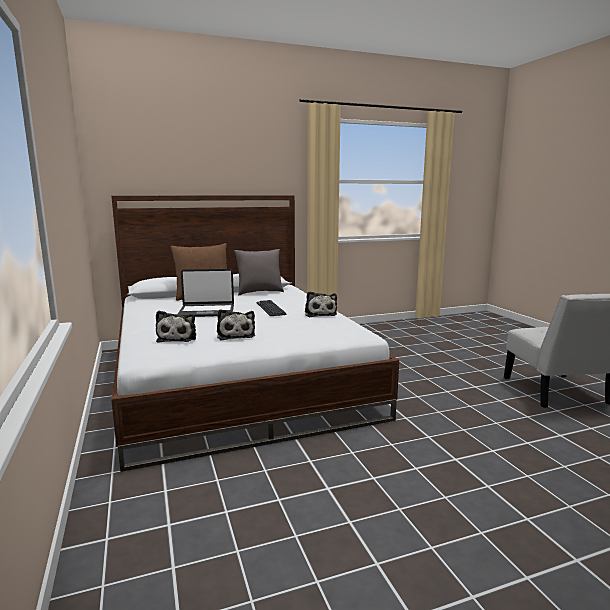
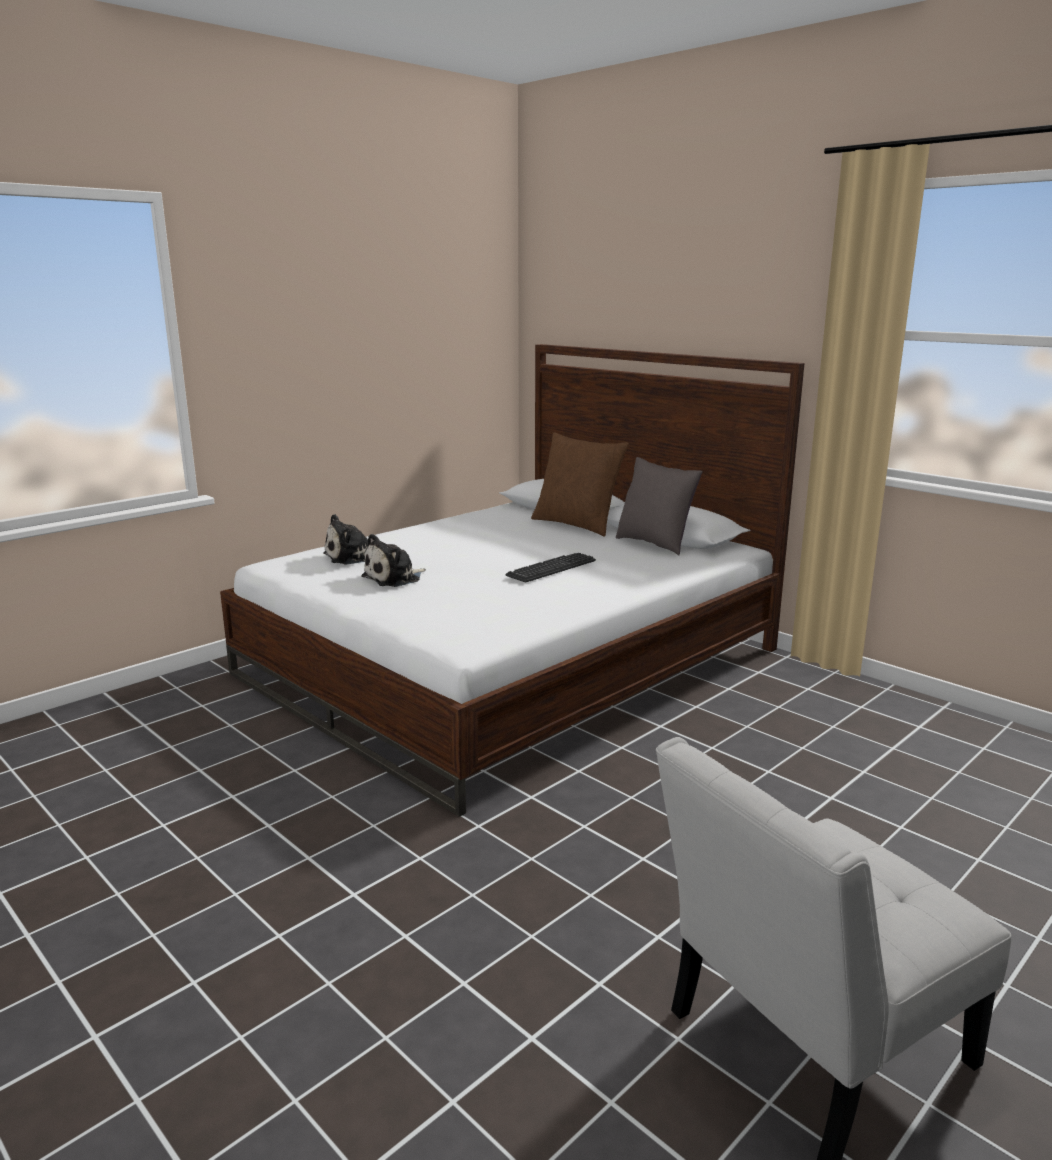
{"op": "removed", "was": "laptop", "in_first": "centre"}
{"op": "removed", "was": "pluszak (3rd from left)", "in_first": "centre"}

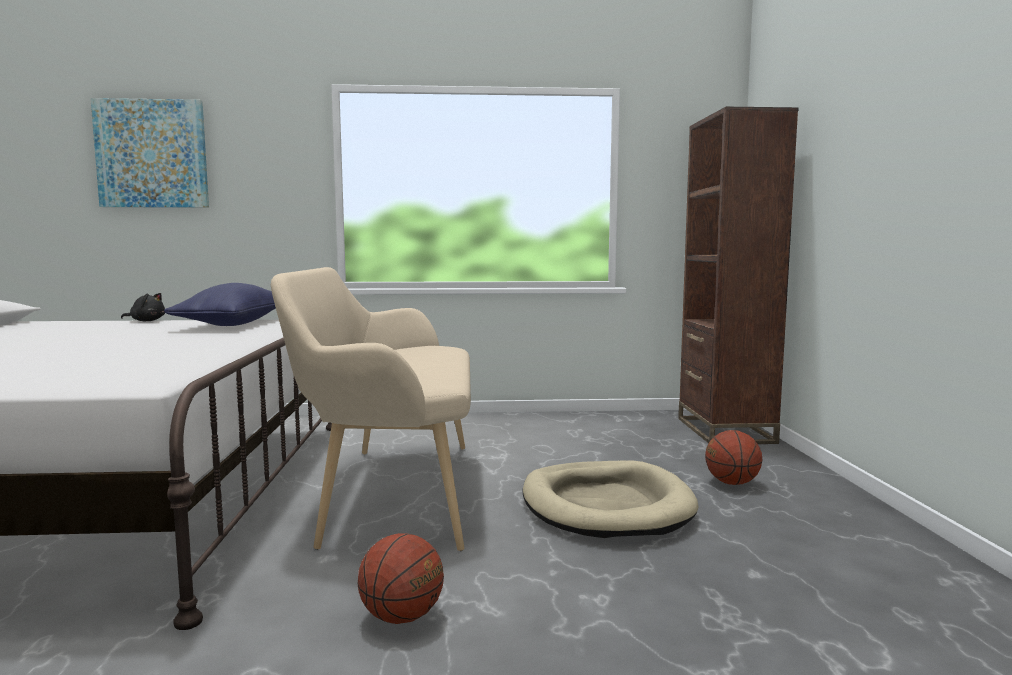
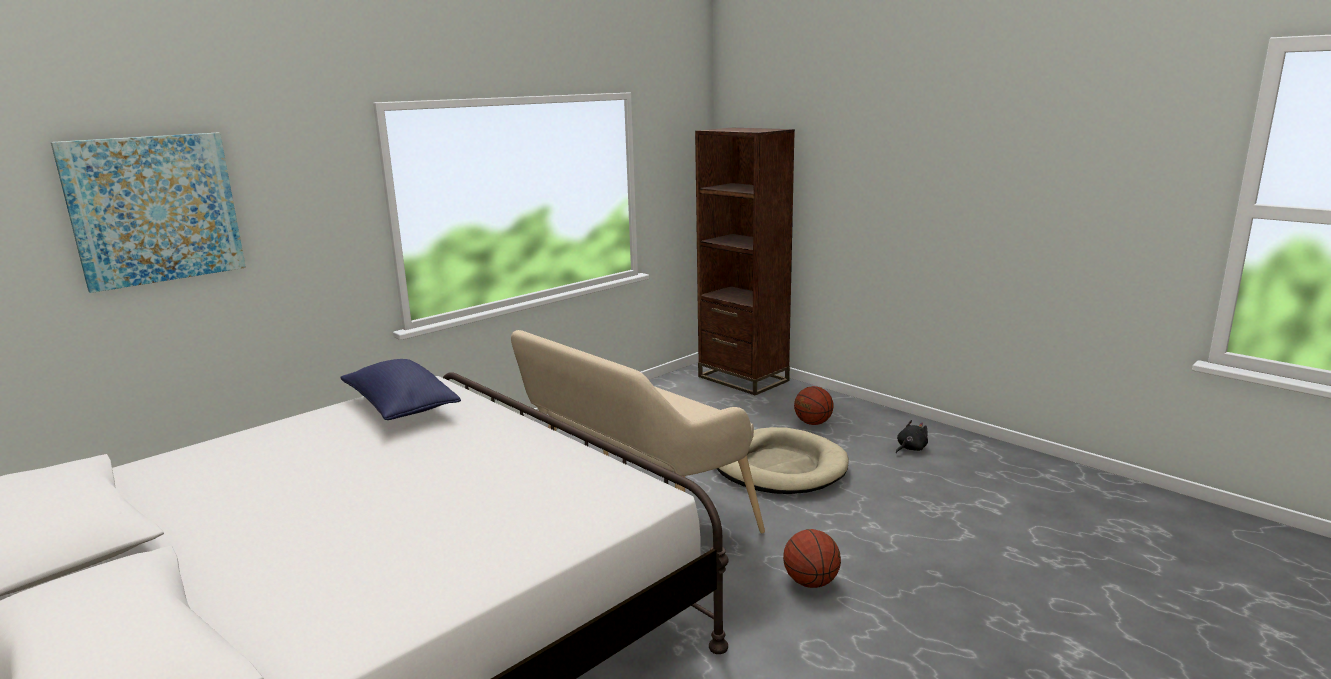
{"op": "moved", "was": "pluszak/czarny", "in_first": "middle left", "in_second": "middle right"}

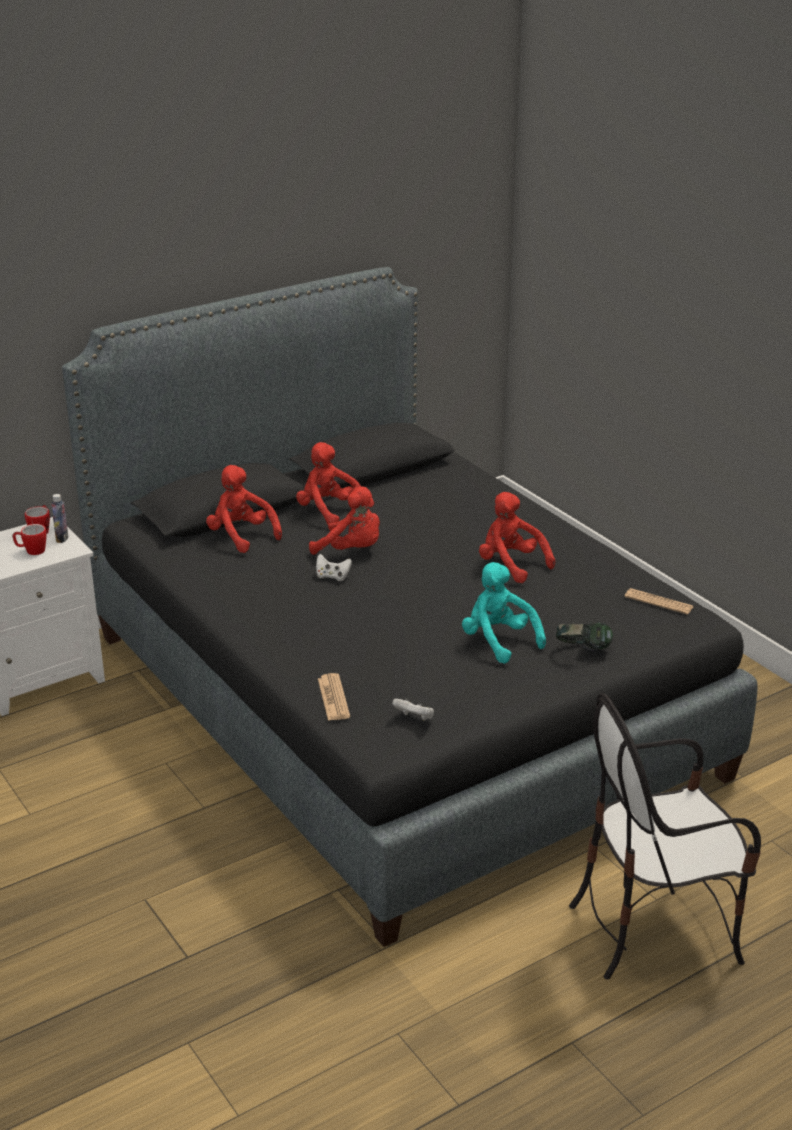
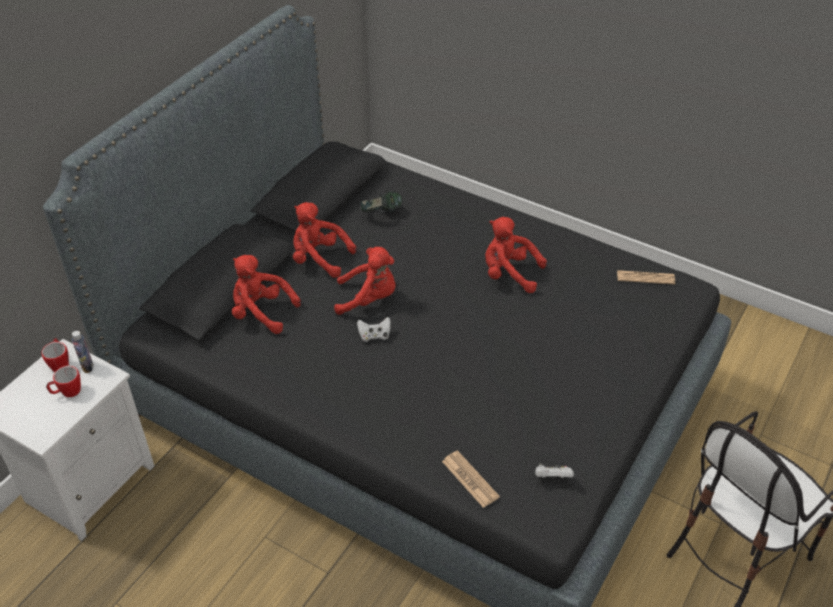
{"op": "removed", "was": "pluszak/turkusowy", "in_first": "centre"}
{"op": "moved", "was": "słuchawki", "in_first": "middle right", "in_second": "top centre"}

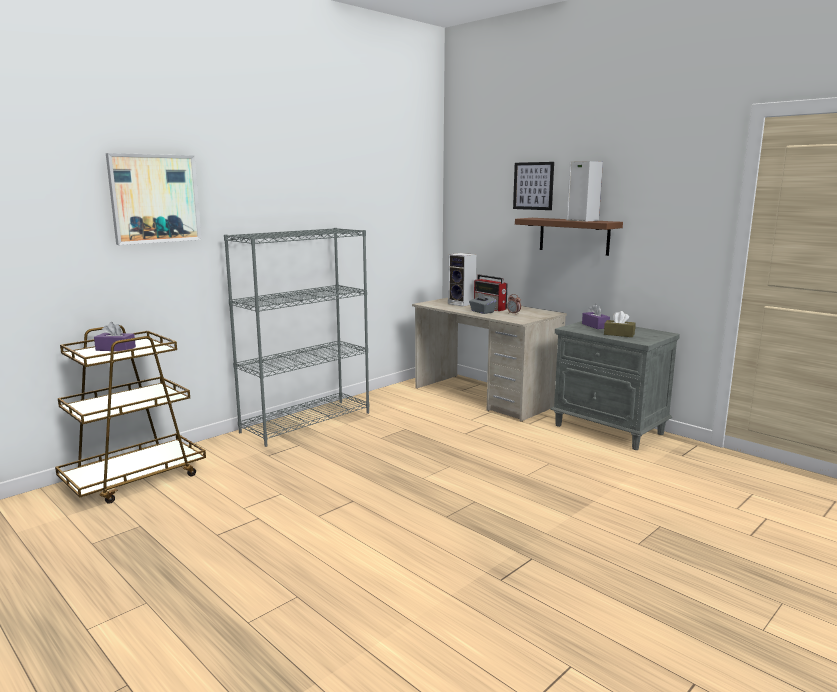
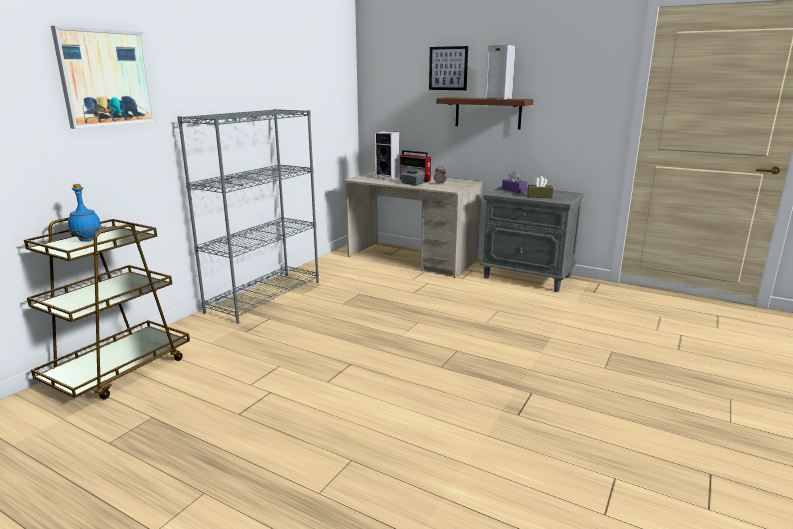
{"op": "replaced", "was": "pudełko chusteczek/fioletowy (1st from left)", "now": "butelka/niebieski", "in_first": "middle left", "in_second": "middle left"}

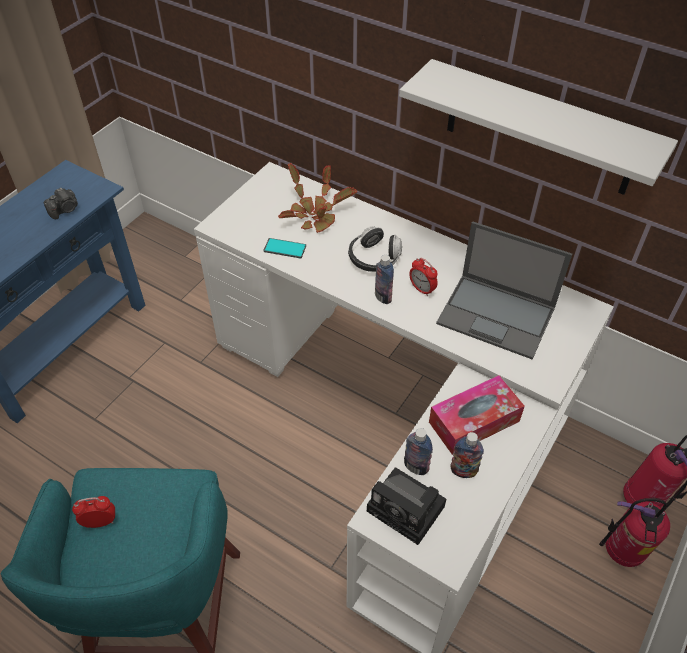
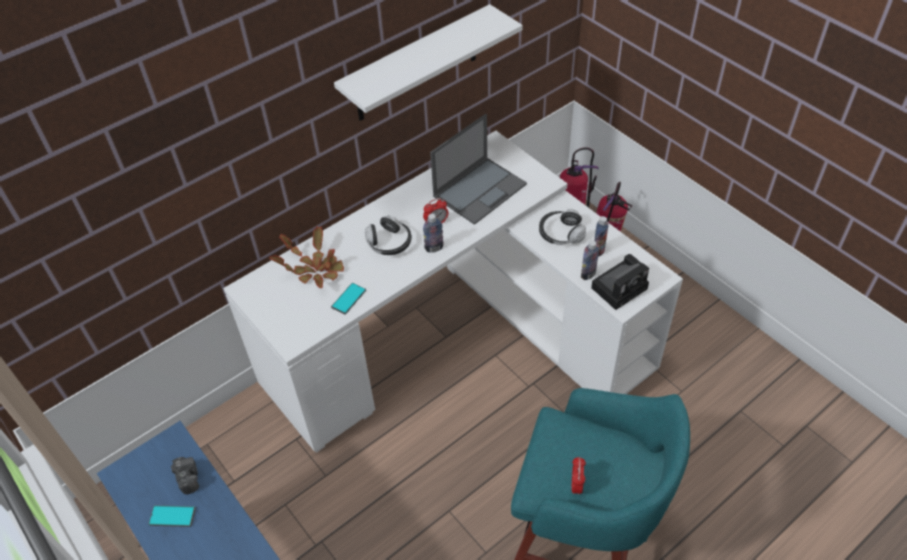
{"op": "replaced", "was": "pudełko chusteczek", "now": "słuchawki (2nd from left)", "in_first": "middle right", "in_second": "centre"}
{"op": "added", "now": "telefon (1st from left)", "in_second": "bottom left"}

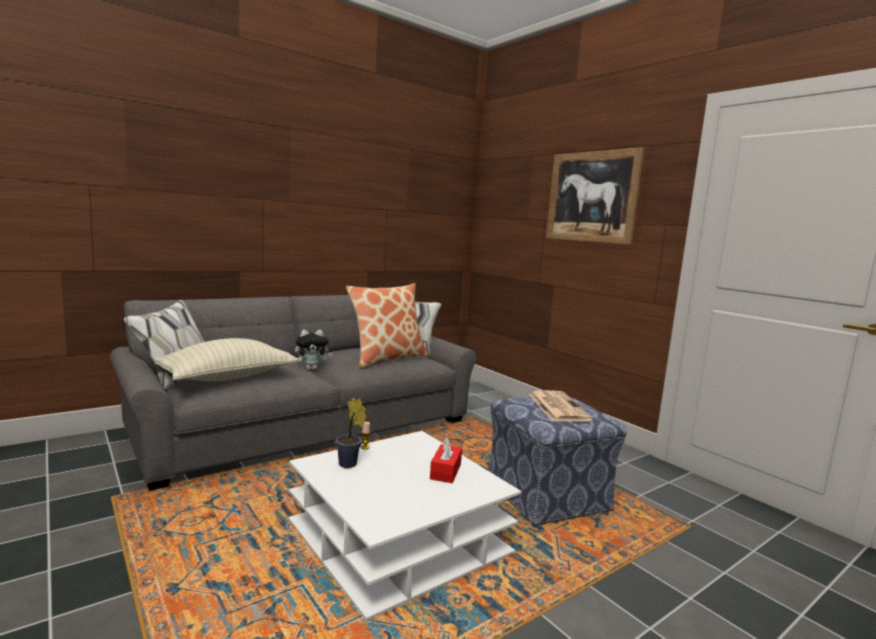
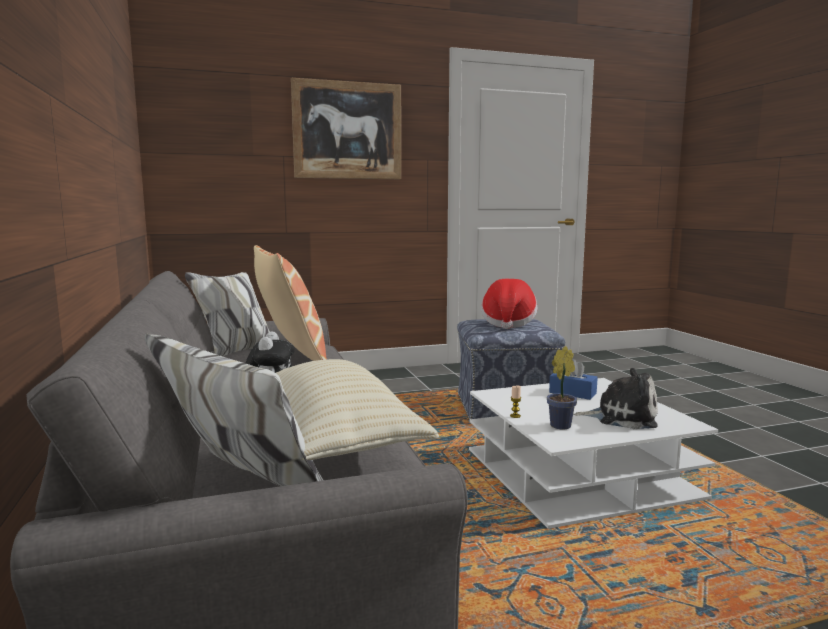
{"op": "recoloured", "was": "pudełko chusteczek/czerwony", "now": "pudełko chusteczek/niebieski", "in_first": "bottom centre", "in_second": "middle right"}
{"op": "replaced", "was": "gazeta", "now": "kapelusz", "in_first": "centre", "in_second": "centre"}
{"op": "added", "now": "pluszak (2nd from left)", "in_second": "middle right"}

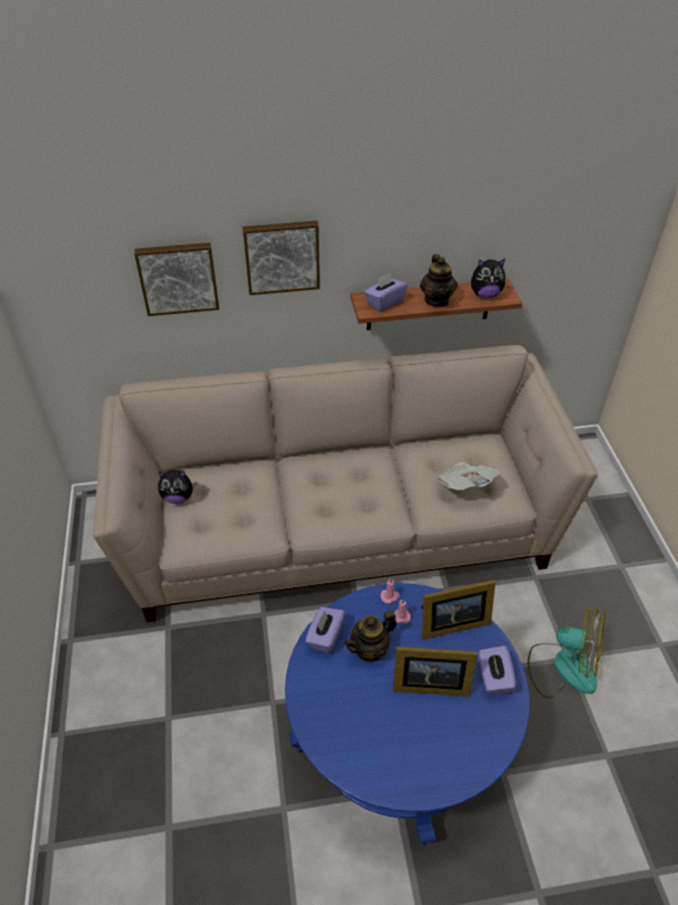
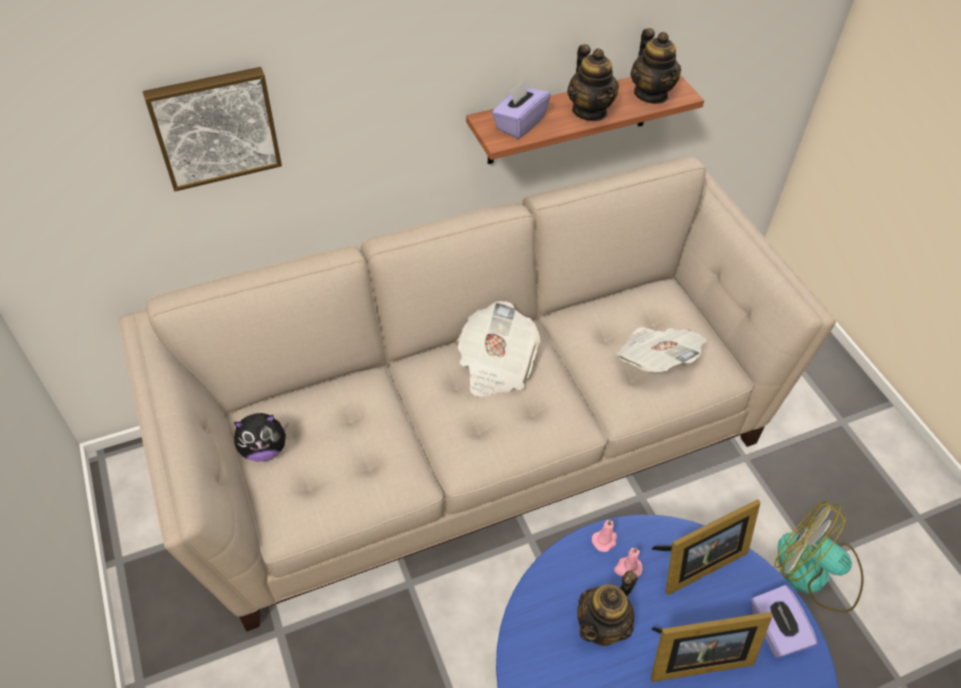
{"op": "removed", "was": "obraz (2nd from left)", "in_first": "top centre"}
{"op": "removed", "was": "pudełko chusteczek/fioletowy (1st from left)", "in_first": "bottom centre"}
{"op": "replaced", "was": "pluszak (2nd from left)", "now": "imbryk (3rd from left)", "in_first": "top right", "in_second": "top right"}
{"op": "turned", "was": "wentylator", "in_first": "bottom right", "in_second": "bottom right", "clockwise": -150}
{"op": "added", "now": "gazeta (1st from left)", "in_second": "centre"}

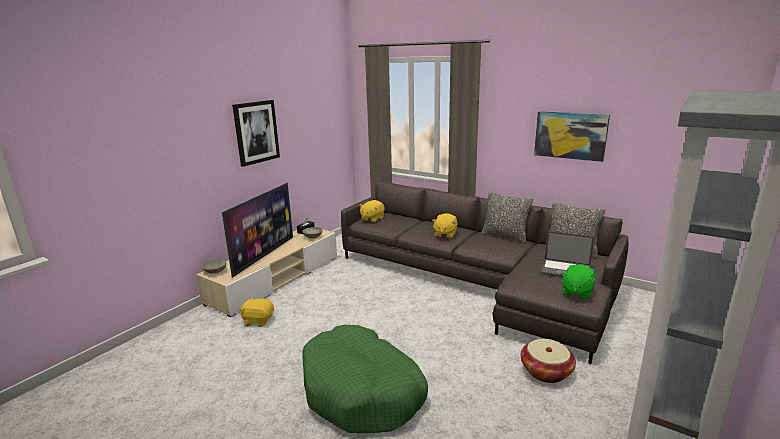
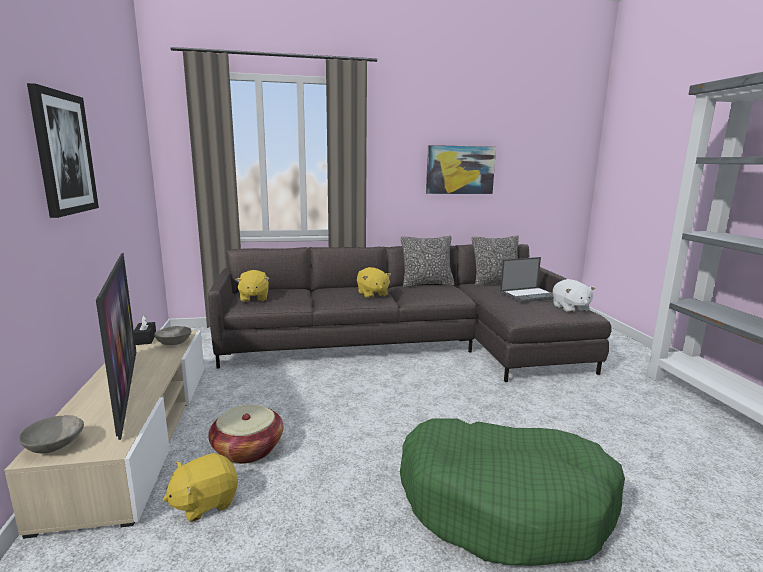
{"op": "moved", "was": "koszyk", "in_first": "bottom right", "in_second": "bottom left"}
{"op": "recoloured", "was": "pluszak/zielony", "now": "pluszak/biały", "in_first": "middle right", "in_second": "middle right"}

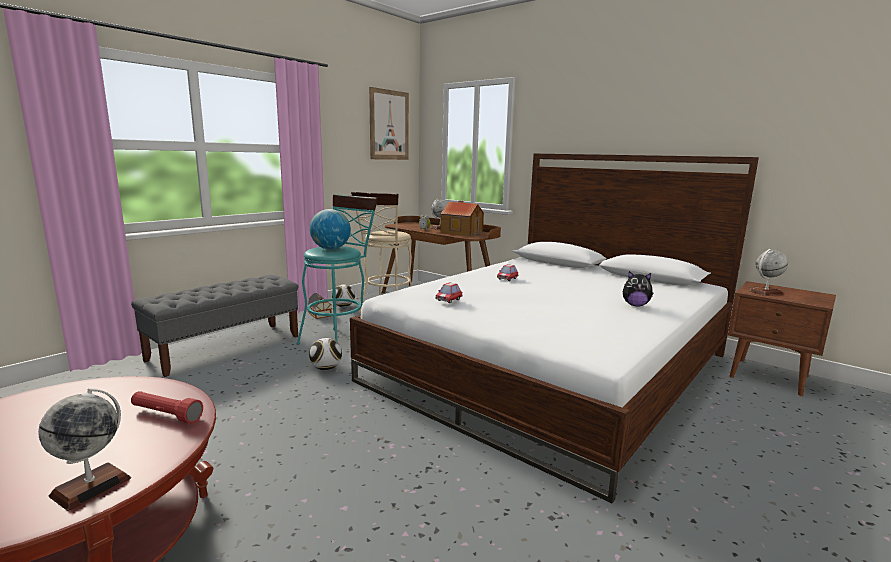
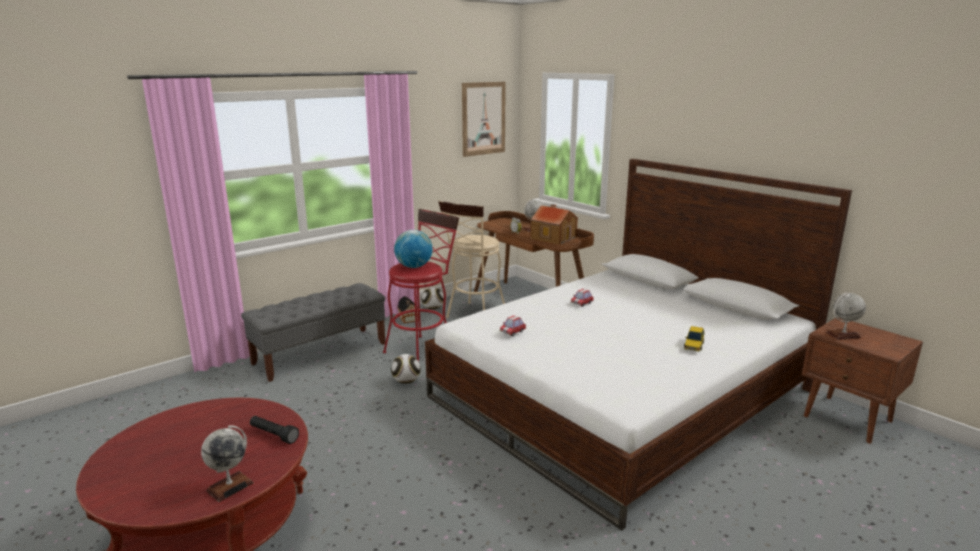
{"op": "recoloured", "was": "latarka/czerwony", "now": "latarka/czarny", "in_first": "bottom left", "in_second": "bottom left"}
{"op": "recoloured", "was": "stołek/turkusowy", "now": "stołek/czerwony", "in_first": "centre", "in_second": "centre"}
{"op": "replaced", "was": "pluszak", "now": "samochodzik (3rd from left)", "in_first": "middle right", "in_second": "middle right"}

